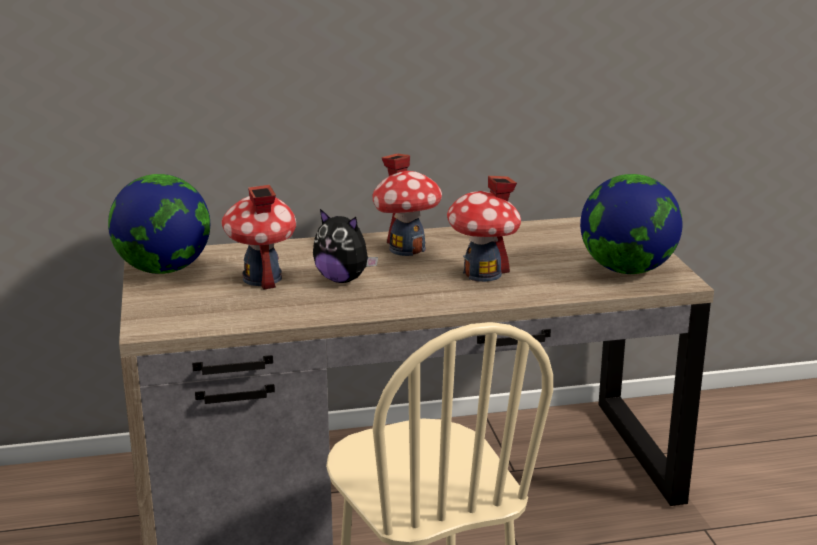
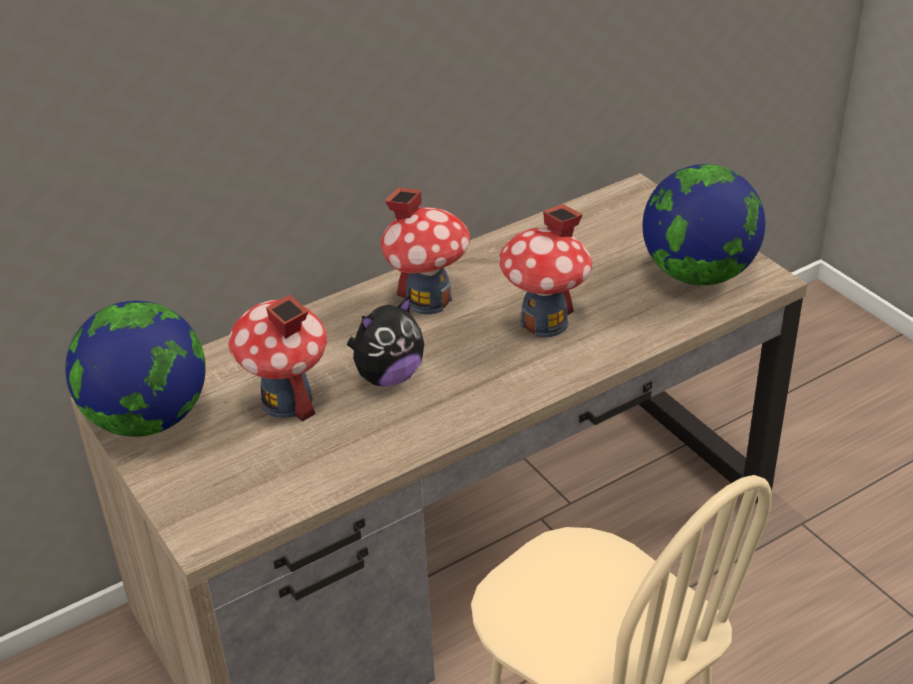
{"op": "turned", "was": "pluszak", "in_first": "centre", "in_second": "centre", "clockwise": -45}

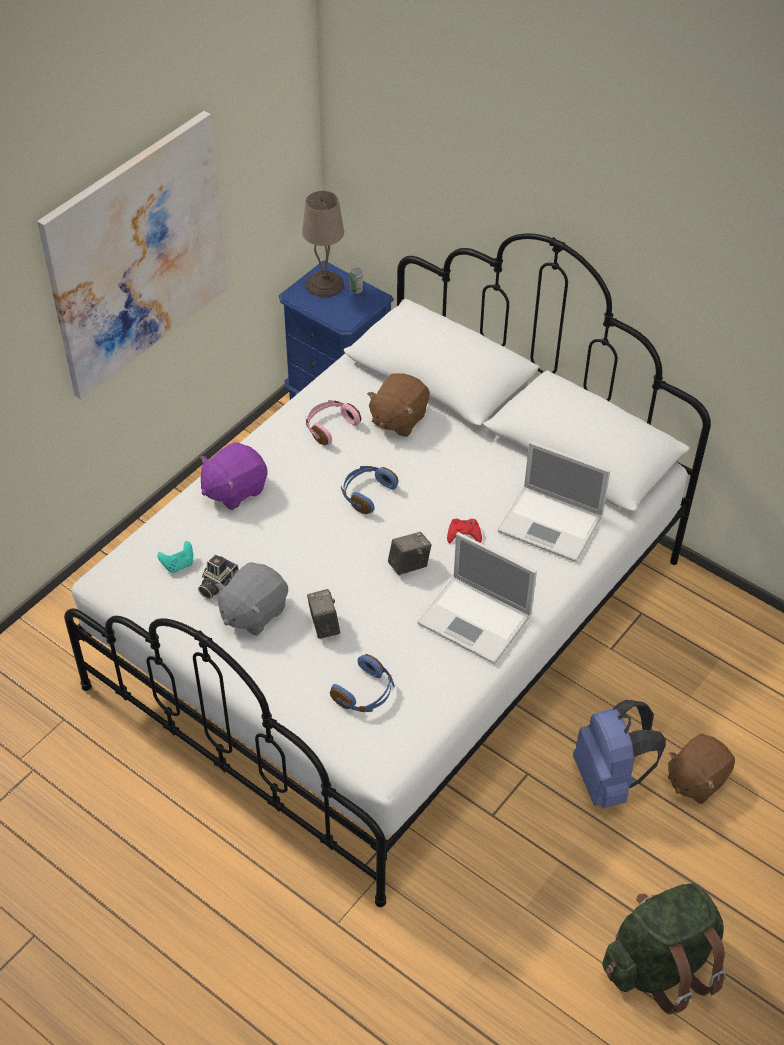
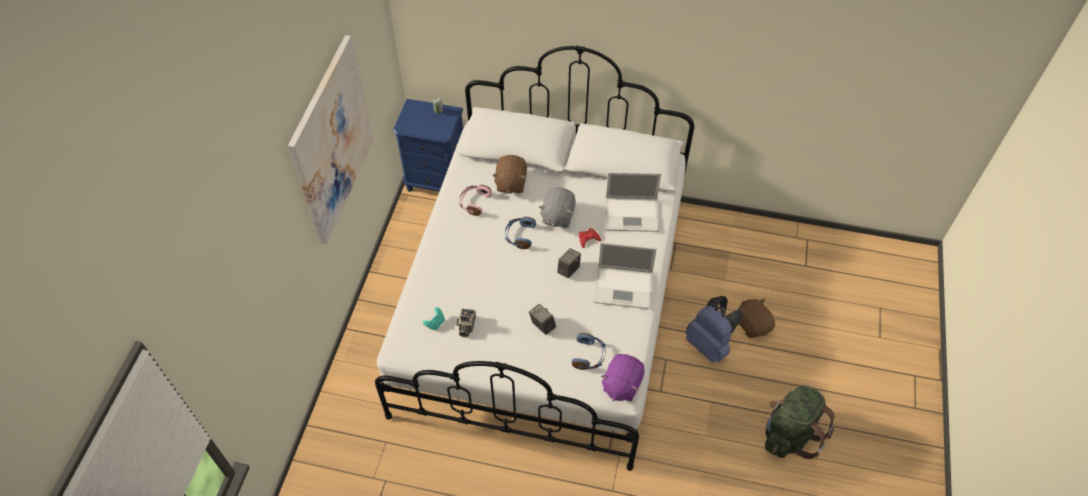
{"op": "moved", "was": "pluszak/fioletowy", "in_first": "middle left", "in_second": "bottom centre"}
{"op": "moved", "was": "pluszak/szary", "in_first": "middle left", "in_second": "centre"}
{"op": "removed", "was": "lampa stołowa/beżowy", "in_first": "top centre"}
{"op": "turned", "was": "pluszak/brązowy (2nd from left)", "in_first": "bottom right", "in_second": "middle right", "clockwise": 135}

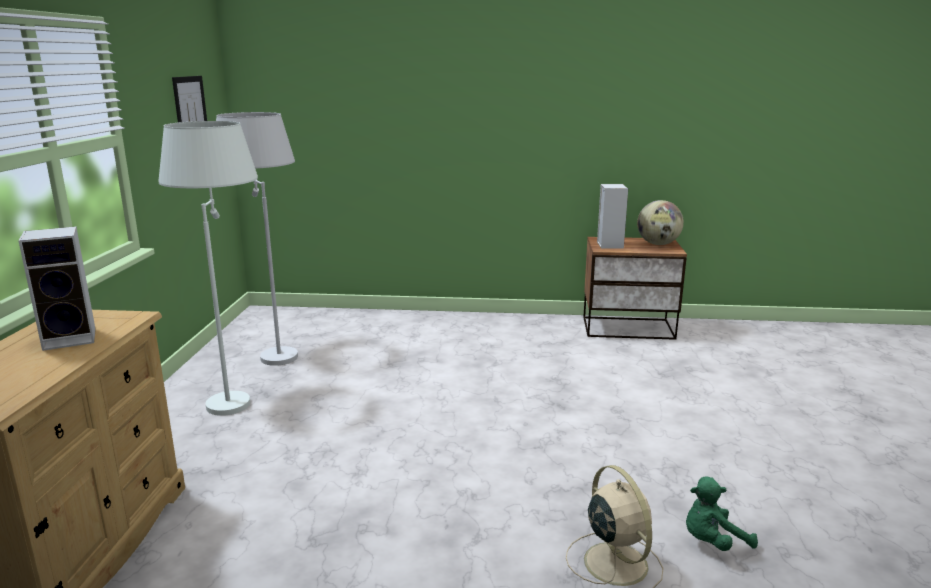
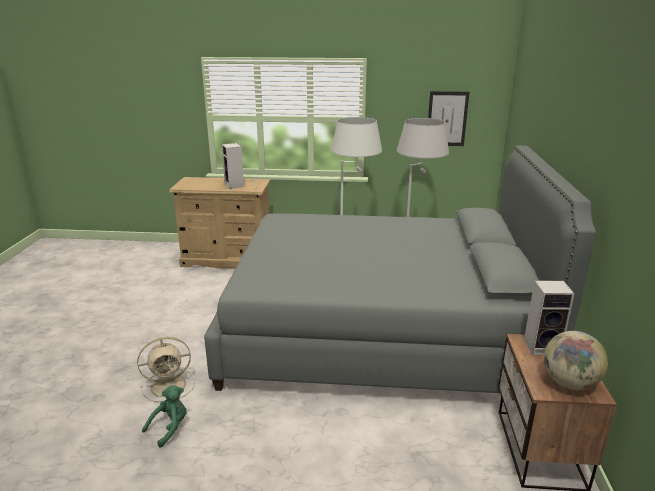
{"op": "turned", "was": "pluszak/zielony", "in_first": "bottom right", "in_second": "bottom left", "clockwise": 60}
{"op": "added", "now": "łóżko/szary", "in_second": "centre"}

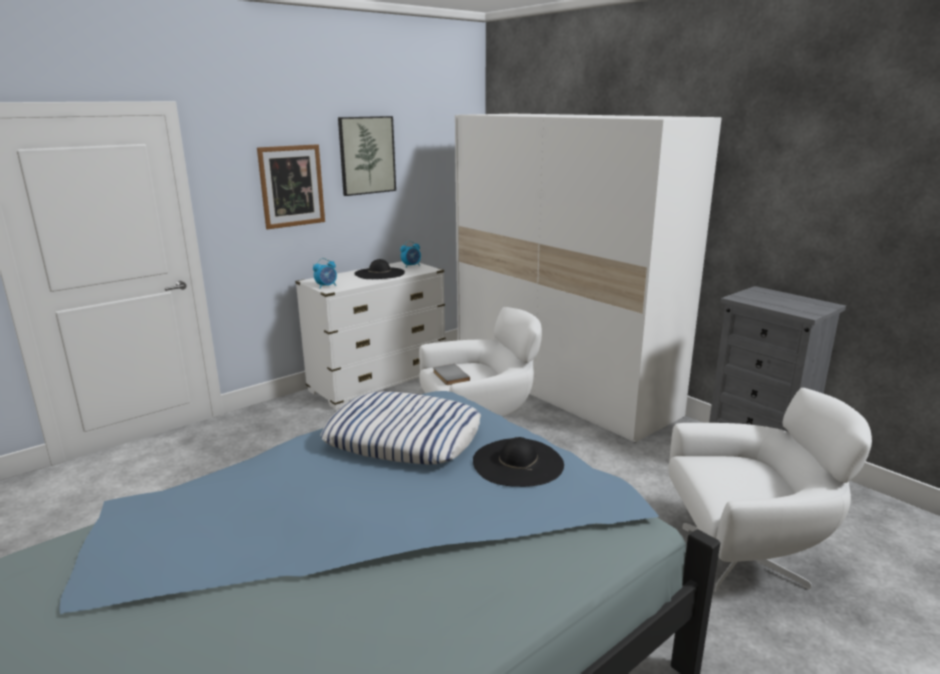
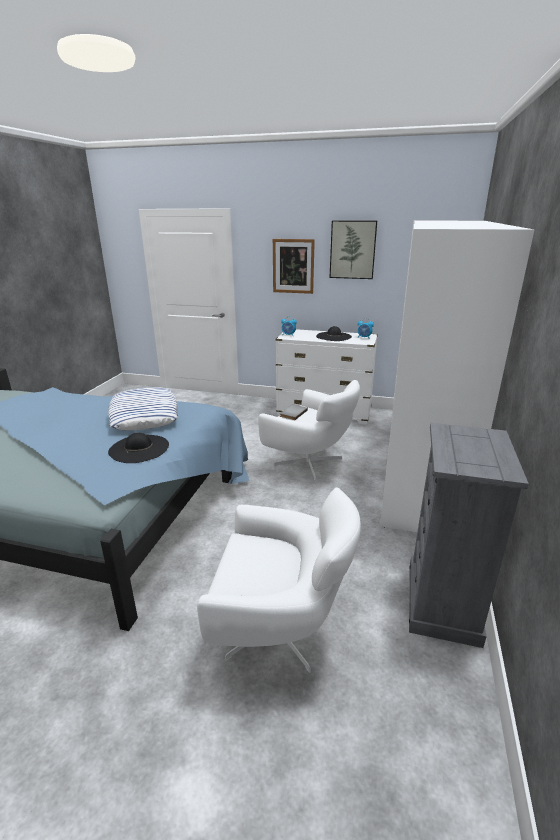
{"op": "turned", "was": "fotel/biały (2nd from left in the first image)", "in_first": "bottom right", "in_second": "bottom centre", "clockwise": -45}

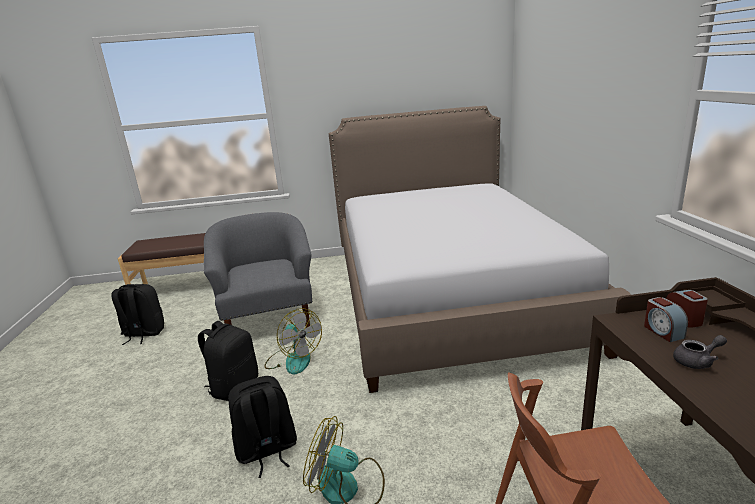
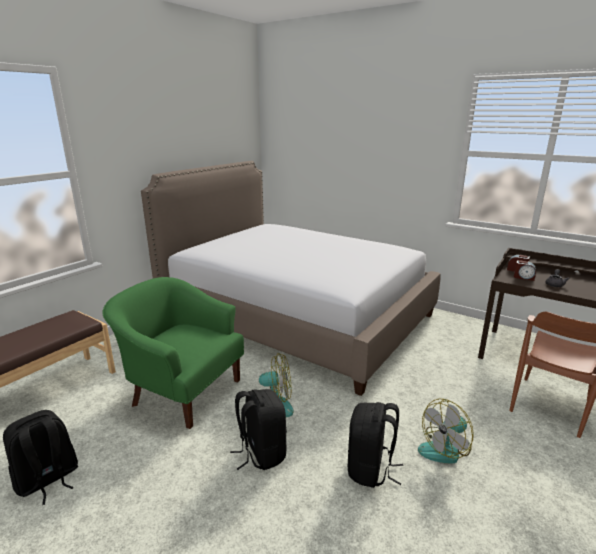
{"op": "recoloured", "was": "fotel/szary", "now": "fotel/zielony", "in_first": "centre", "in_second": "middle left"}

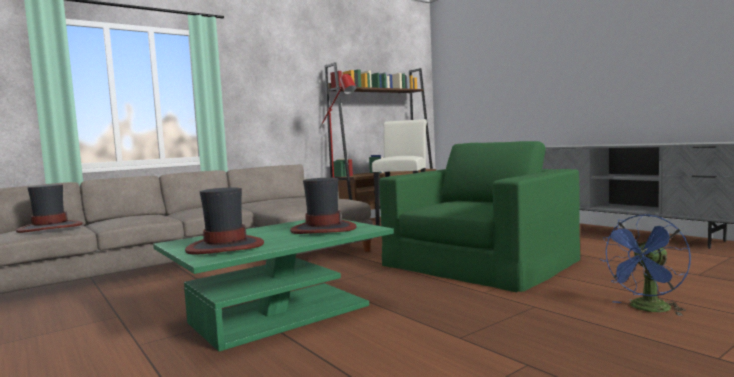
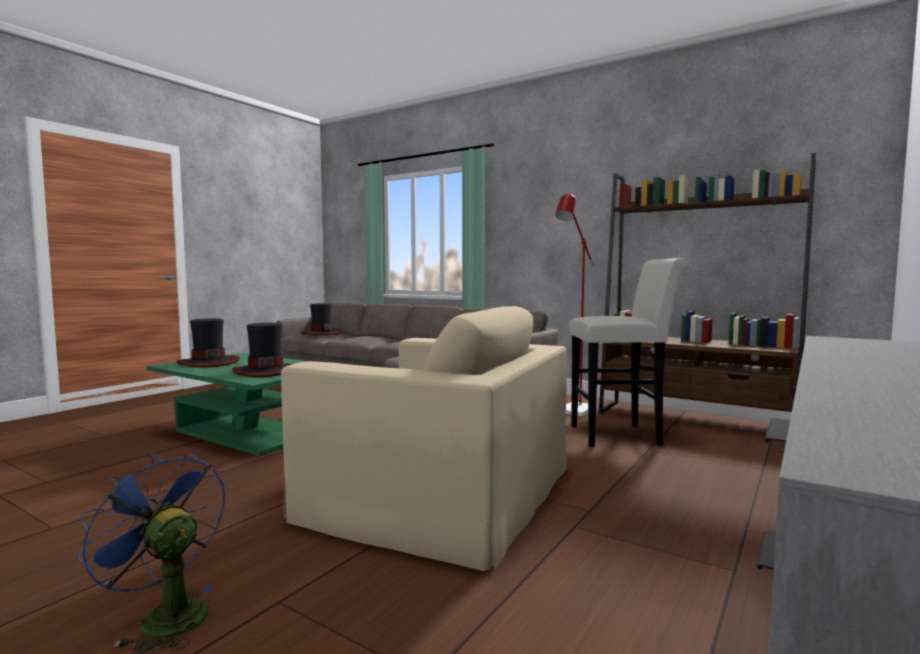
{"op": "recoloured", "was": "fotel/zielony", "now": "fotel/beżowy", "in_first": "centre", "in_second": "bottom centre"}

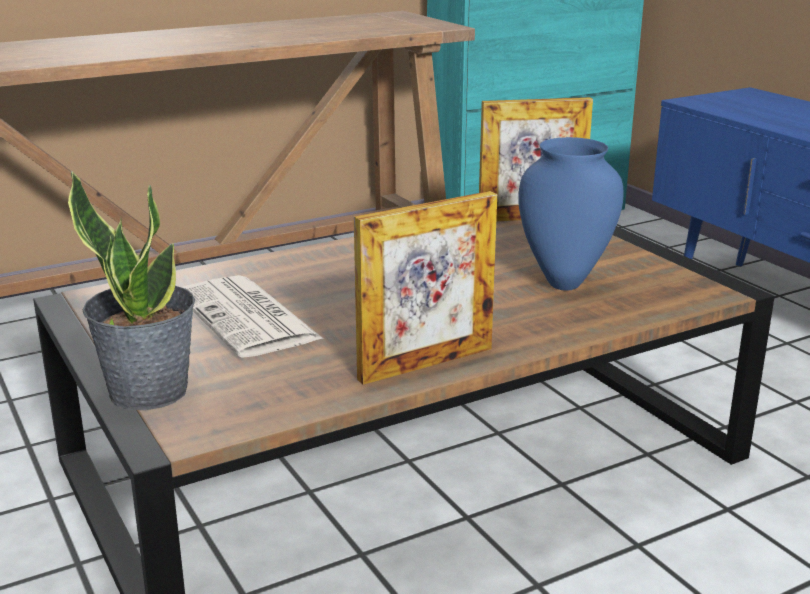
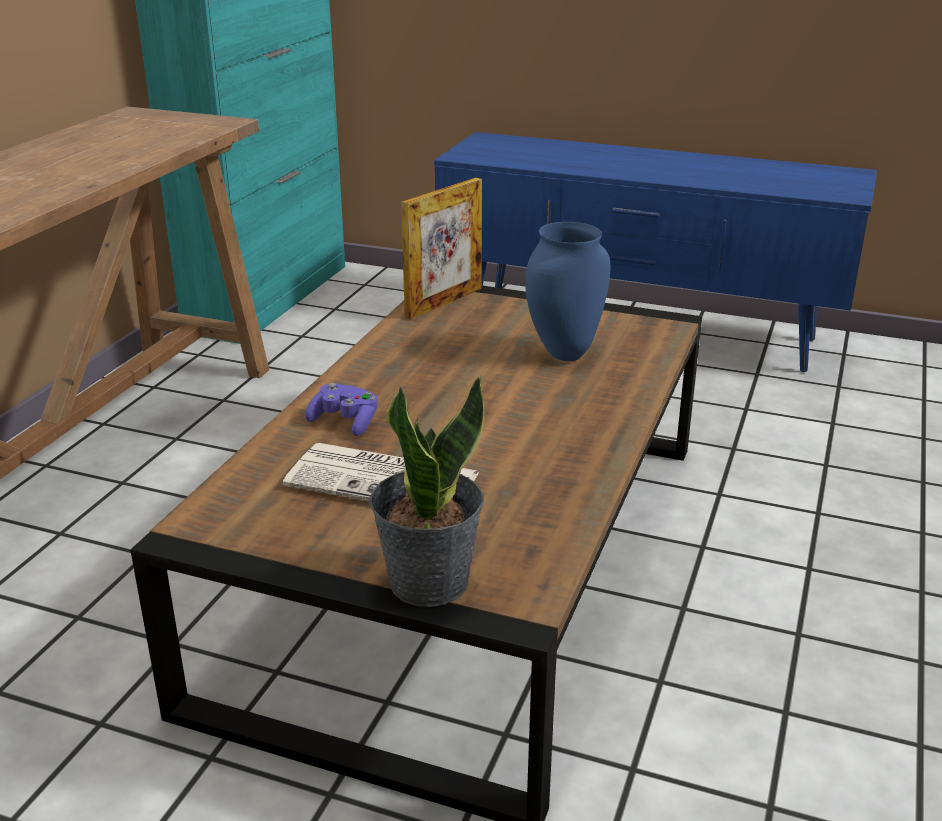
{"op": "removed", "was": "ramka na zdjęcie (1st from left)", "in_first": "centre"}
{"op": "added", "now": "pad do gier/fioletowy", "in_second": "centre"}

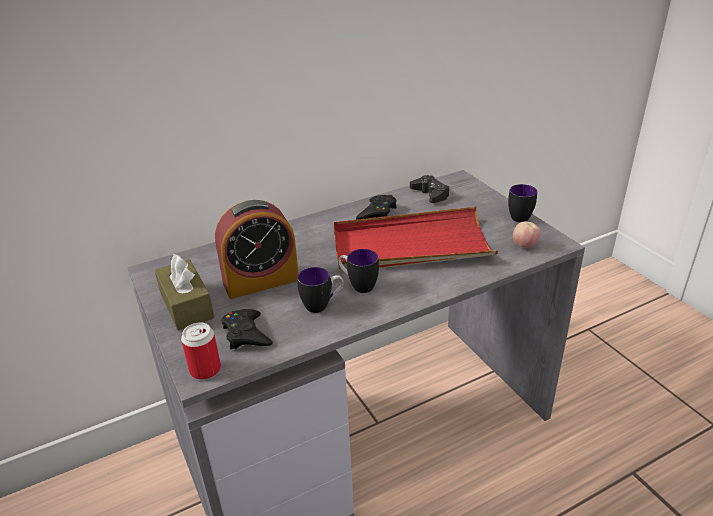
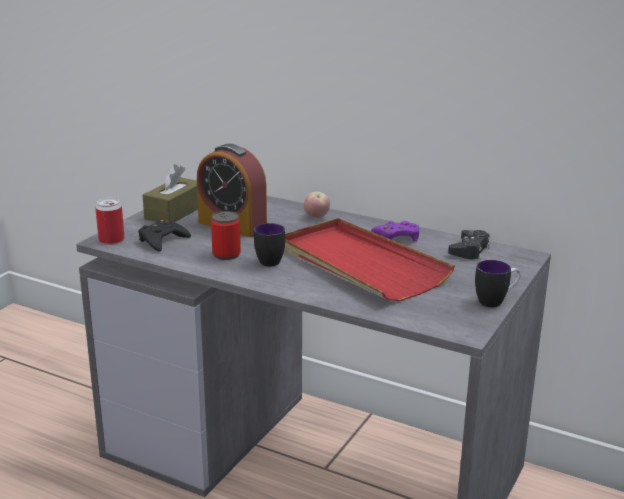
{"op": "replaced", "was": "kubek (1st from left)", "now": "puszka (2nd from left)", "in_first": "centre", "in_second": "centre"}
{"op": "recoloured", "was": "pad do gier/czarny (2nd from left)", "now": "pad do gier/fioletowy", "in_first": "centre", "in_second": "centre"}
{"op": "moved", "was": "jabłko", "in_first": "middle right", "in_second": "centre"}

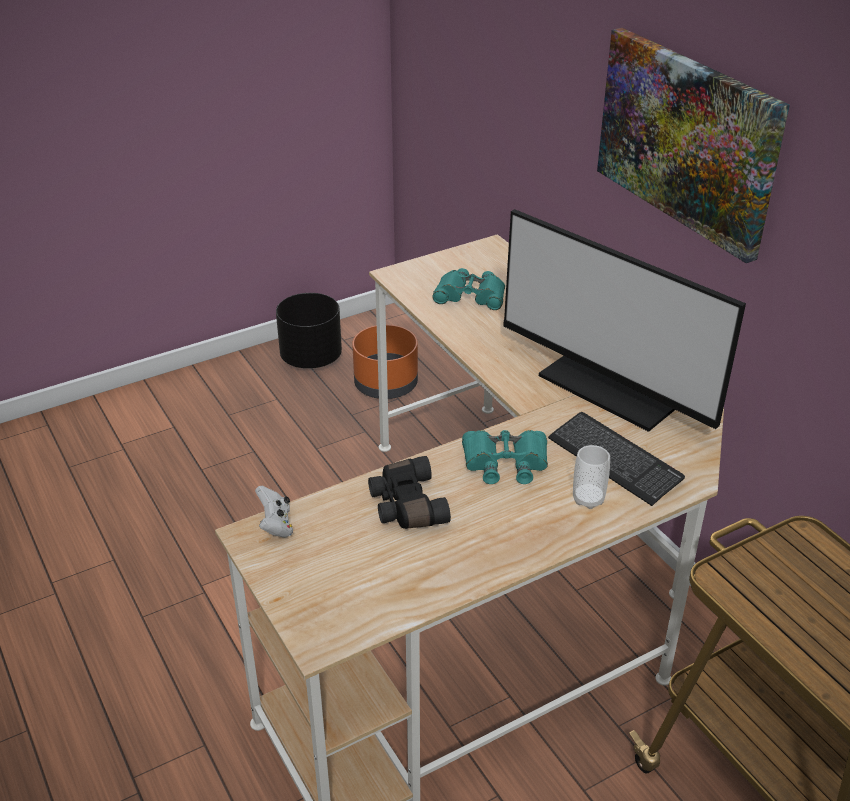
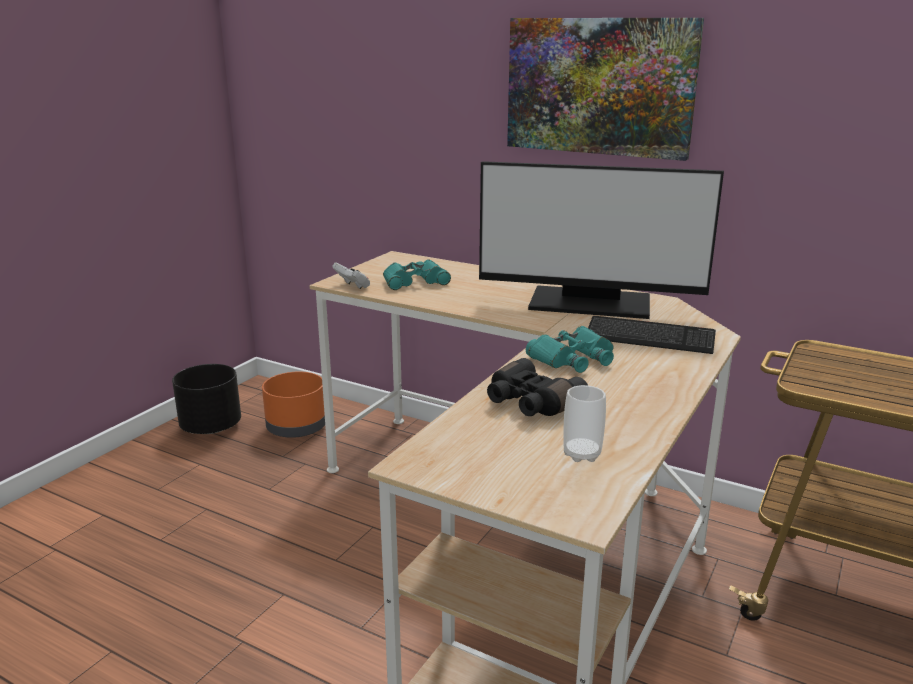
{"op": "moved", "was": "pad do gier/biały", "in_first": "middle left", "in_second": "centre"}
{"op": "moved", "was": "filiżanka", "in_first": "middle right", "in_second": "centre"}

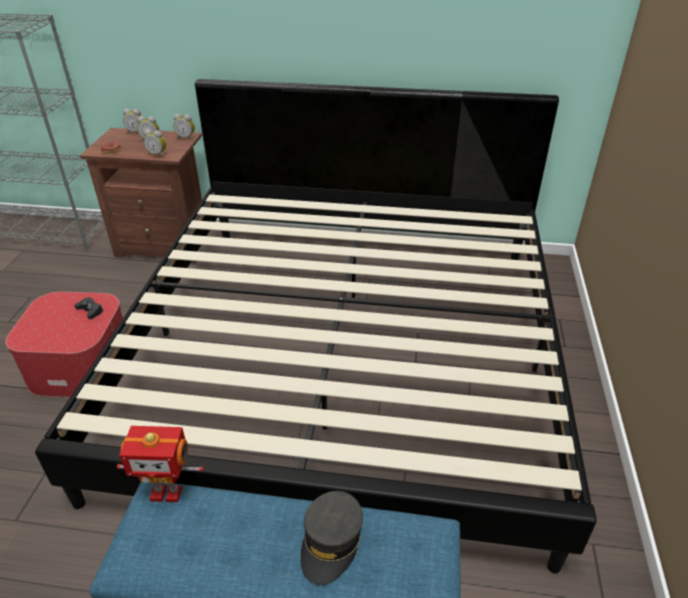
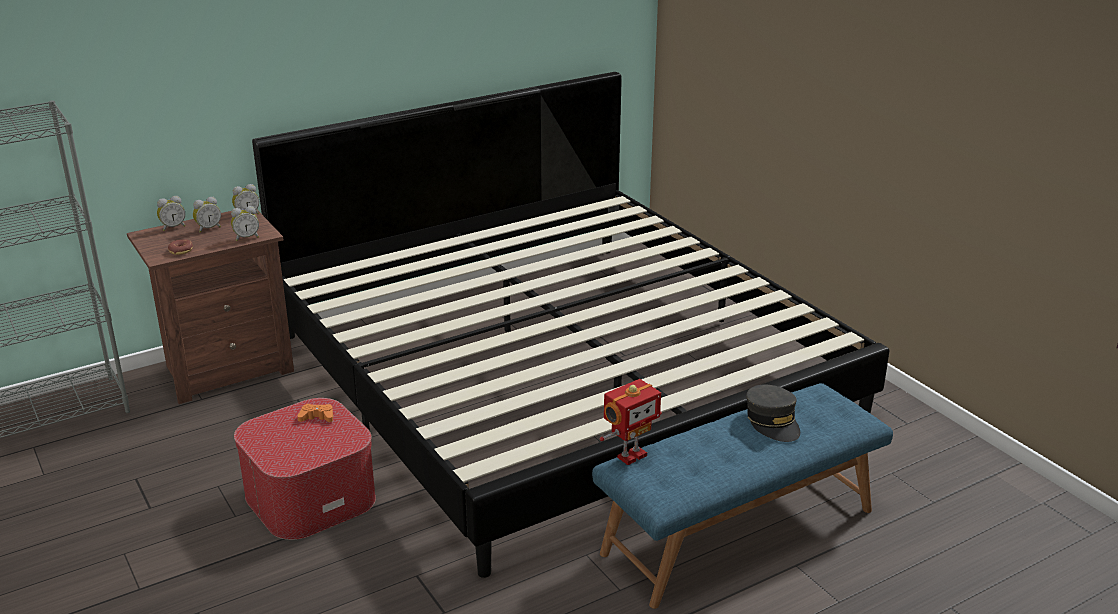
{"op": "recoloured", "was": "pad do gier/czarny", "now": "pad do gier/pomarańczowy", "in_first": "middle left", "in_second": "bottom left"}

